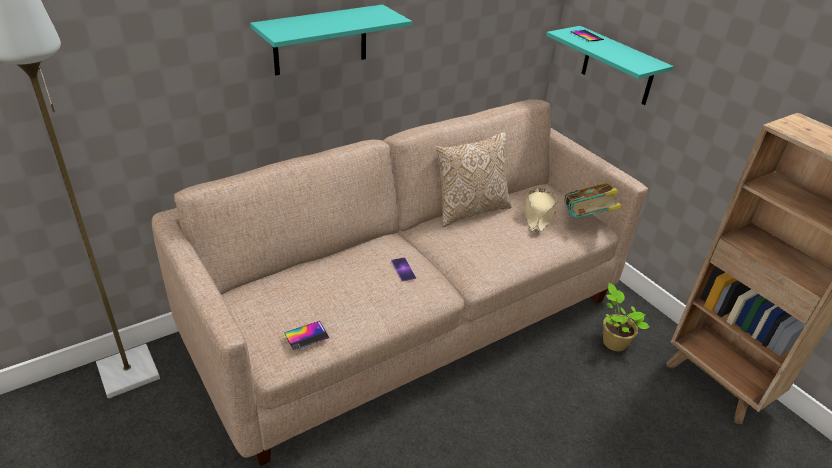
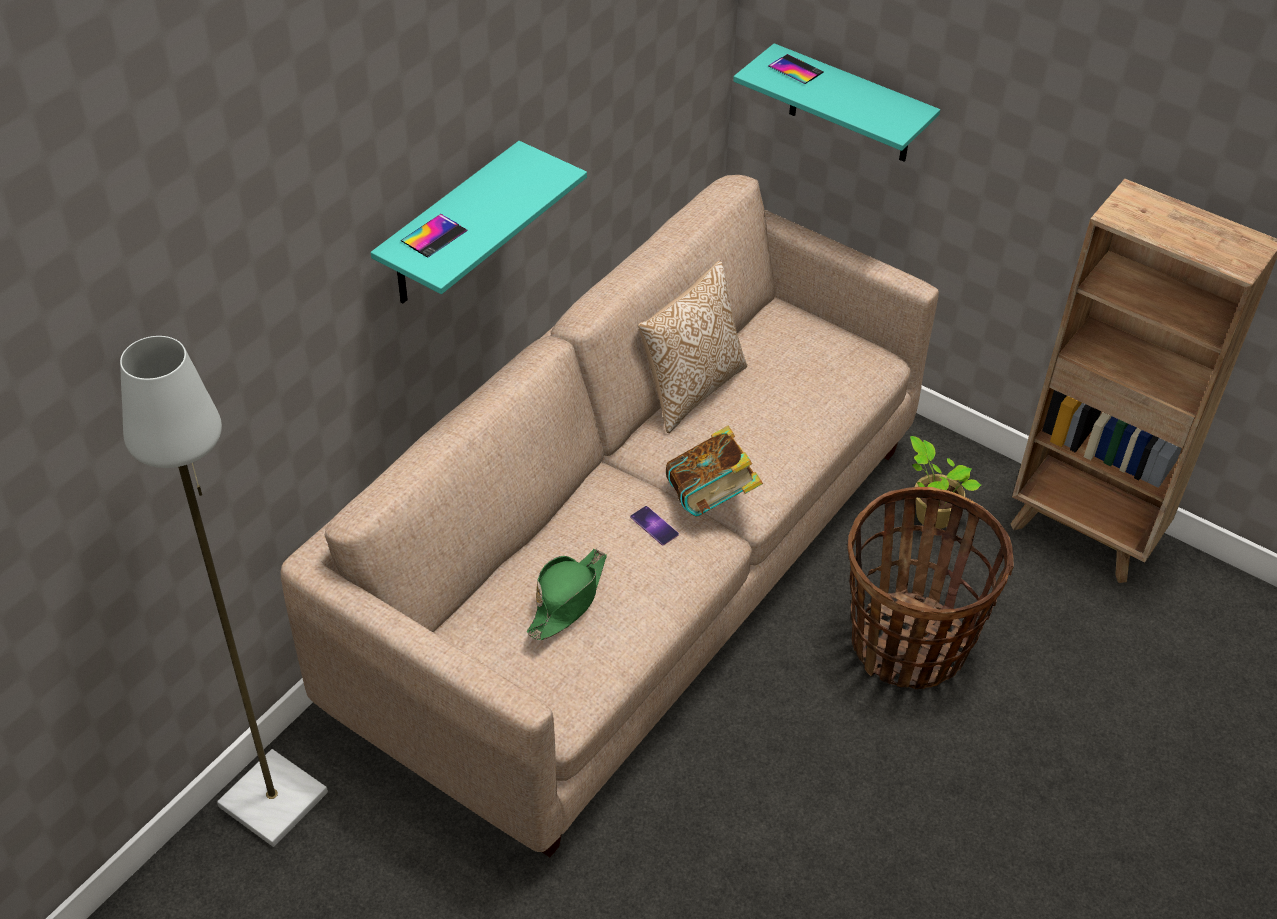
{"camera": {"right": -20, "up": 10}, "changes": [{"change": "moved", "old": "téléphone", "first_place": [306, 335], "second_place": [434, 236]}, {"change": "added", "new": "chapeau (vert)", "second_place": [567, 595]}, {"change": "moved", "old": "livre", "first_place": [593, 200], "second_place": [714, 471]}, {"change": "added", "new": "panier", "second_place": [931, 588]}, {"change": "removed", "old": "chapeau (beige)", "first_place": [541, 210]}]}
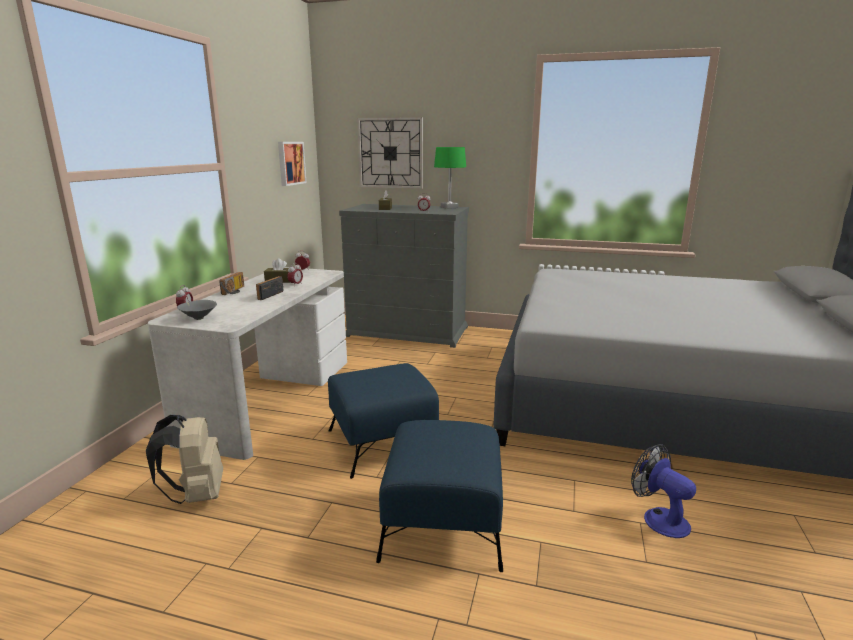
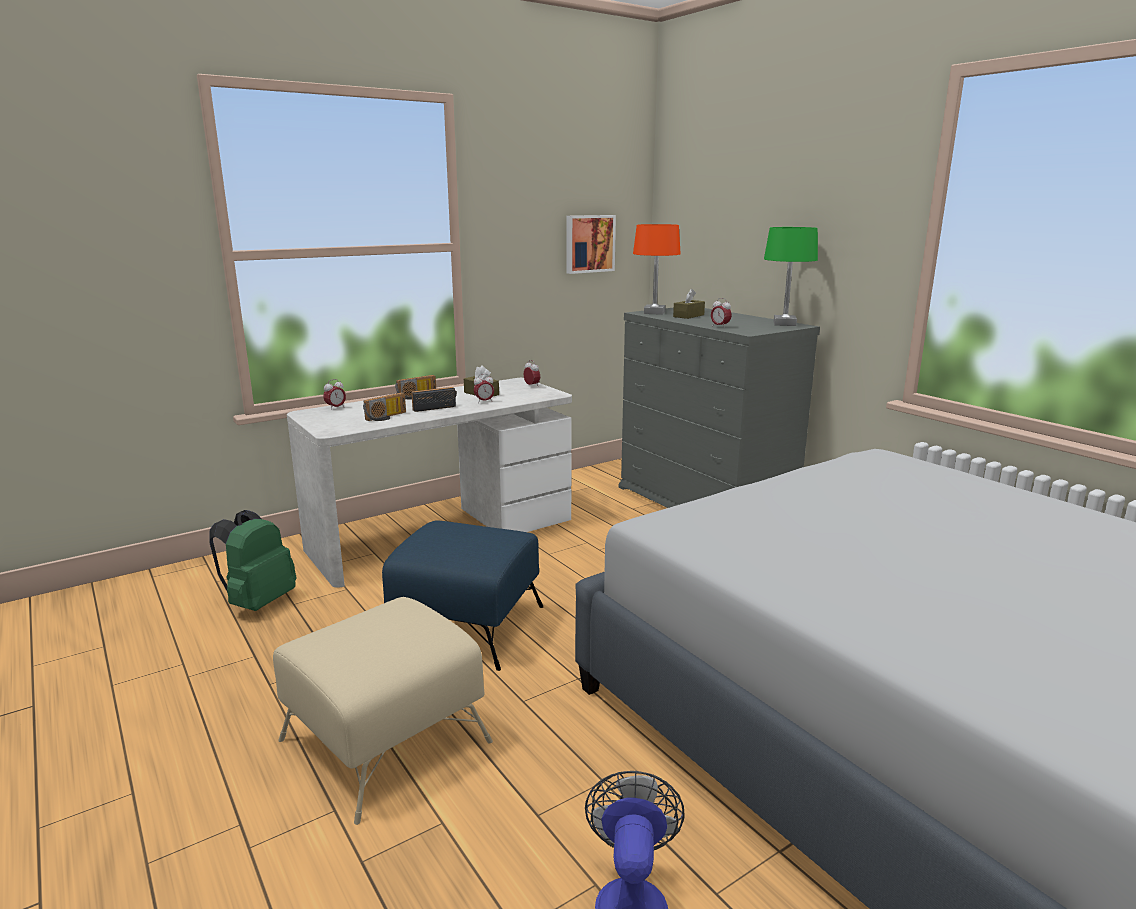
{"camera": {"right": 40, "up": 0}, "changes": [{"change": "recoloured", "old": "sac à dos (beige)", "new": "sac à dos (vert)", "first_place": [184, 459], "second_place": [252, 560]}, {"change": "recoloured", "old": "pouf (bleu)", "new": "pouf (beige)", "first_place": [439, 496], "second_place": [383, 711]}, {"change": "added", "new": "radio", "second_place": [384, 406]}, {"change": "added", "new": "lampe de table (orange)", "second_place": [657, 269]}, {"change": "removed", "old": "bol (gris)", "first_place": [197, 310]}, {"change": "removed", "old": "horloge murale", "first_place": [390, 153]}]}
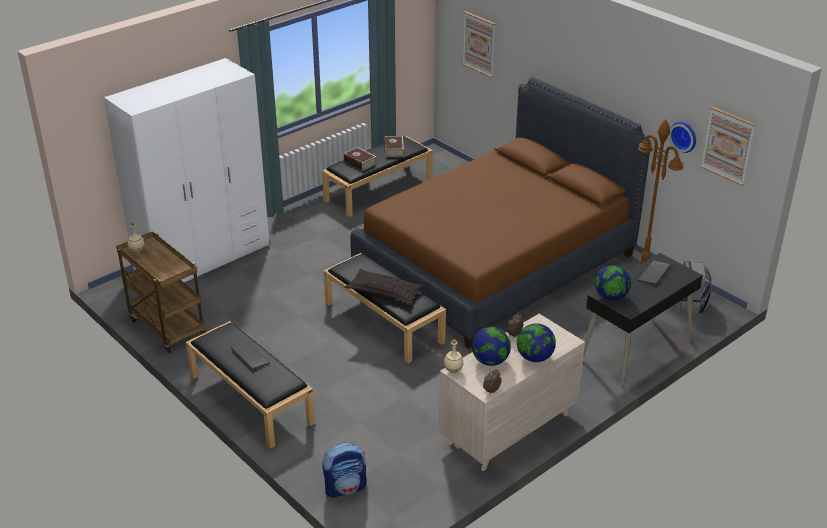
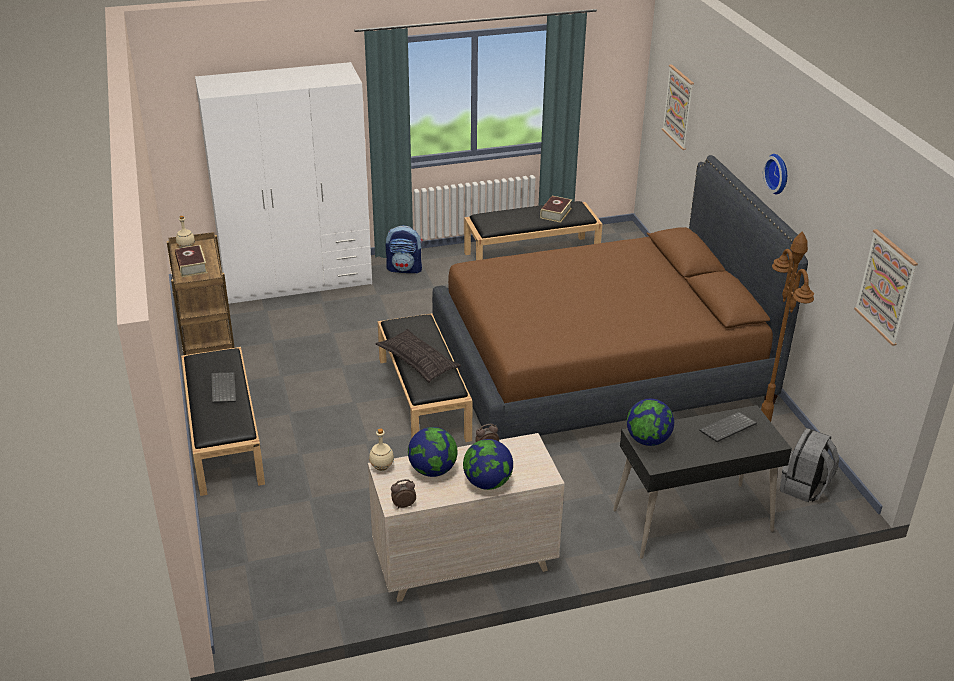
{"camera": {"right": 25, "up": 0}, "changes": [{"change": "moved", "old": "livre", "first_place": [359, 159], "second_place": [191, 261]}, {"change": "moved", "old": "sac à dos", "first_place": [345, 469], "second_place": [404, 249]}, {"change": "moved", "old": "horloge murale", "first_place": [682, 137], "second_place": [775, 174]}]}
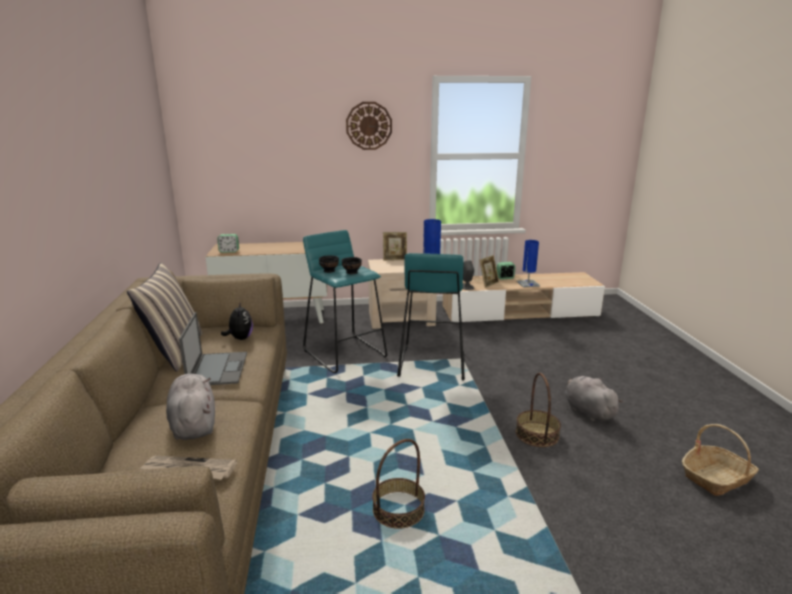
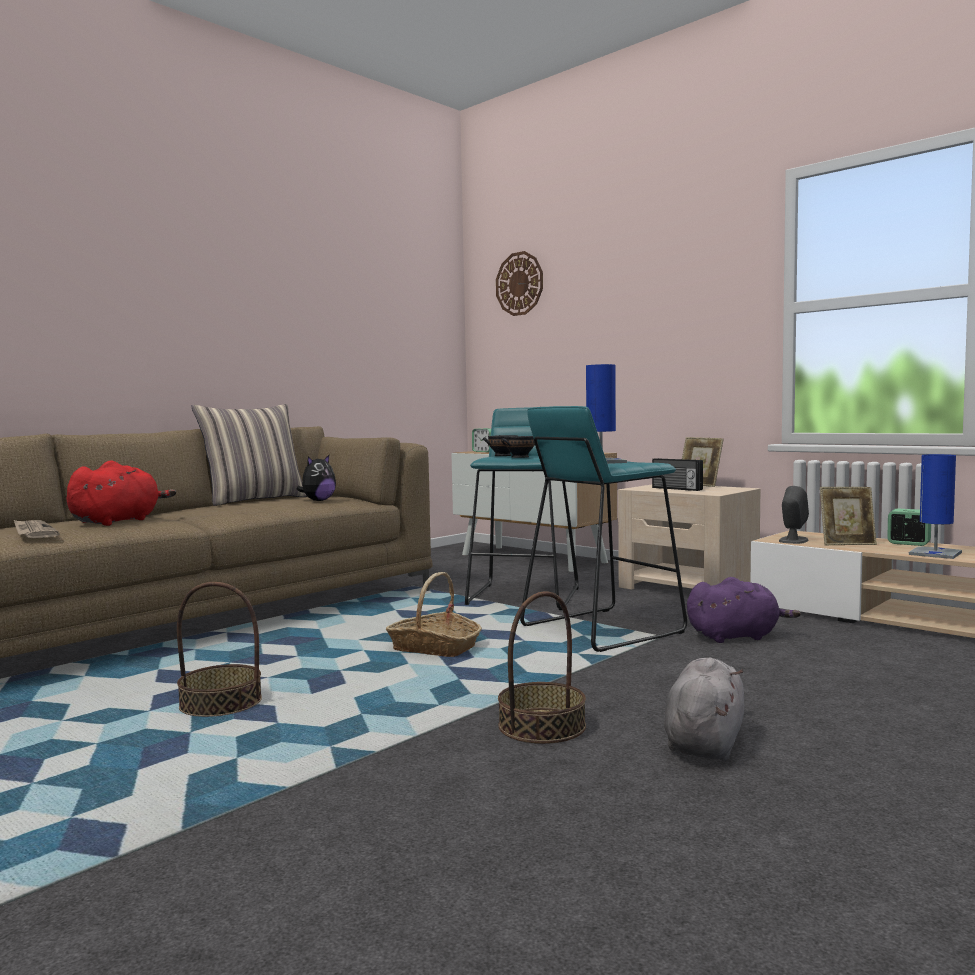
{"camera": {"right": 50, "up": -15}, "changes": [{"change": "recoloured", "old": "peluche (gris)", "new": "peluche (rouge)", "first_place": [190, 407], "second_place": [121, 493]}, {"change": "moved", "old": "panier", "first_place": [720, 460], "second_place": [434, 614]}, {"change": "moved", "old": "horloge murale", "first_place": [369, 126], "second_place": [519, 283]}, {"change": "added", "new": "radio", "second_place": [677, 474]}, {"change": "added", "new": "peluche (violet)", "second_place": [744, 610]}, {"change": "removed", "old": "ordinateur portable", "first_place": [213, 348]}]}
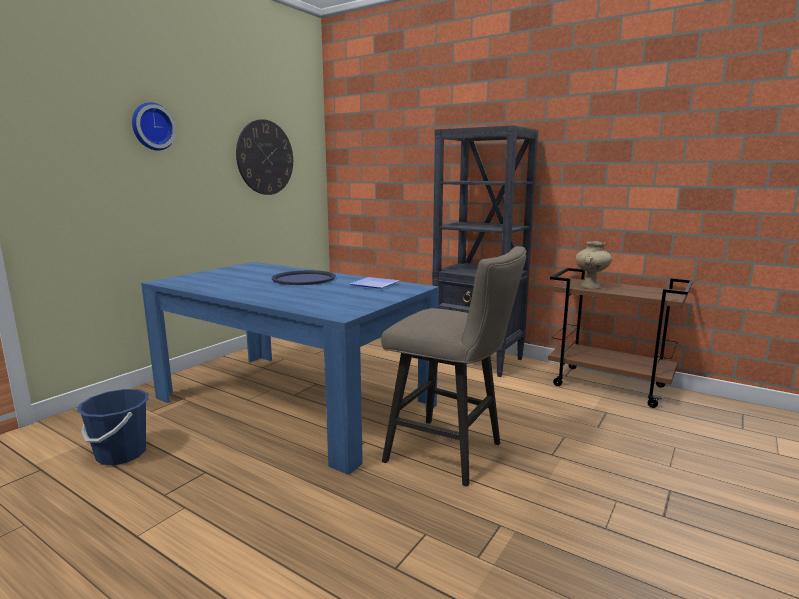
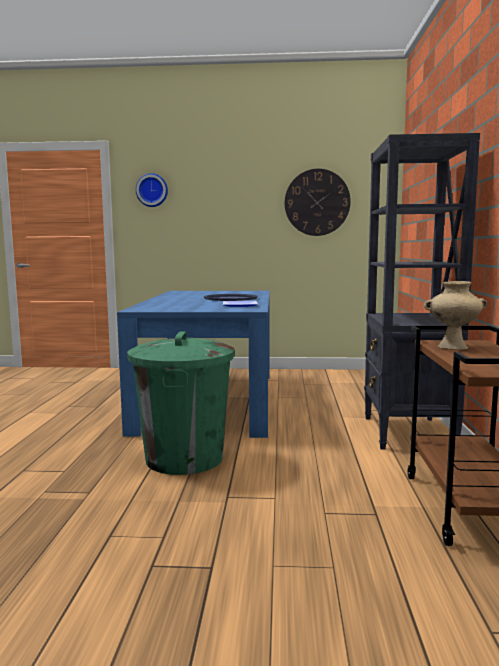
{"camera": {"right": 60, "up": -5}, "changes": [{"change": "replaced", "old": "tabouret (beige)", "new": "poubelle (vert)", "first_place": [453, 366], "second_place": [181, 403]}, {"change": "moved", "old": "horloge murale", "first_place": [154, 126], "second_place": [152, 190]}, {"change": "removed", "old": "seau (bleu)", "first_place": [113, 427]}]}
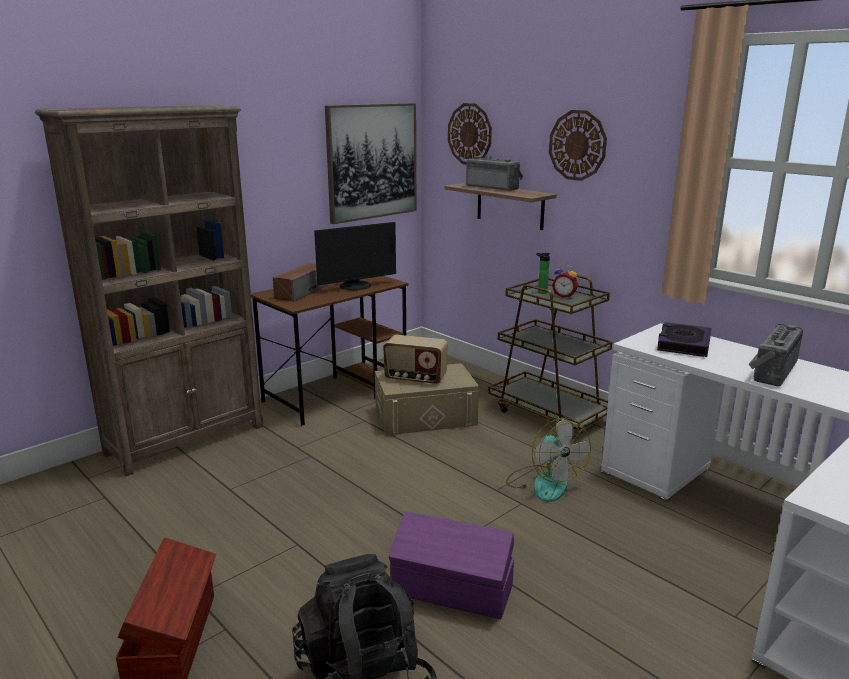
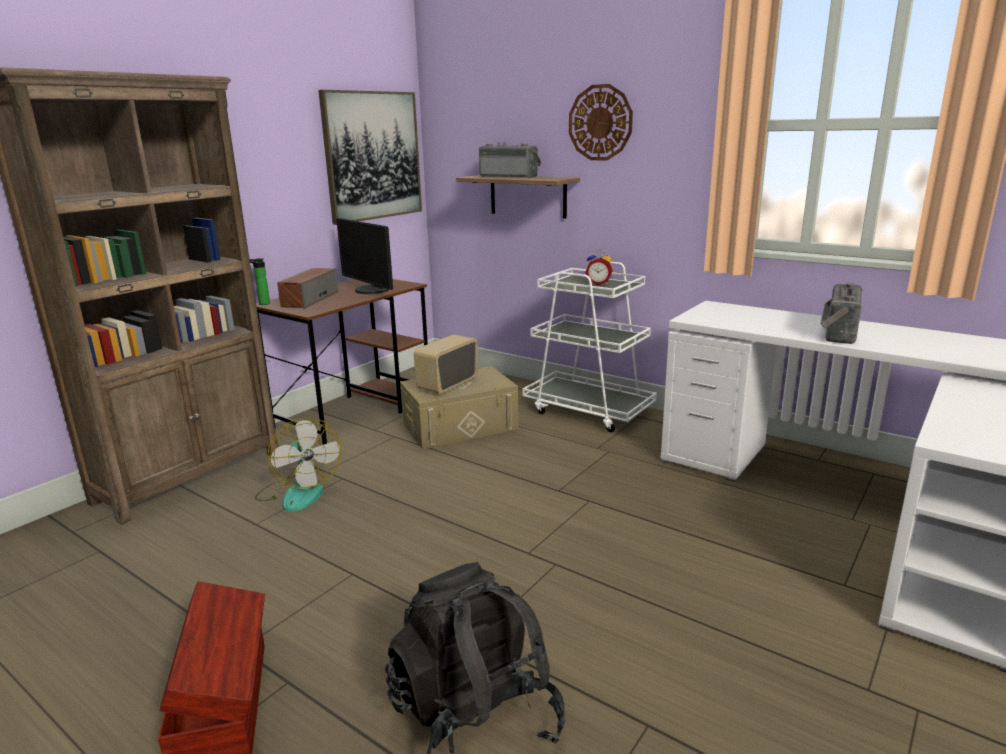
{"camera": {"right": -10, "up": 0}, "changes": [{"change": "moved", "old": "bouteille", "first_place": [543, 273], "second_place": [260, 281]}, {"change": "moved", "old": "ventilateur", "first_place": [548, 460], "second_place": [298, 464]}, {"change": "turned", "old": "écran d'ordinateur", "first_place": [355, 256], "second_place": [364, 256], "degrees": 90}, {"change": "turned", "old": "radio", "first_place": [415, 360], "second_place": [446, 364], "degrees": 120}, {"change": "recoloured", "old": "chariot (marron)", "new": "chariot (blanc)", "first_place": [550, 352], "second_place": [589, 347]}, {"change": "removed", "old": "boîte de rangement (violet)", "first_place": [451, 565]}, {"change": "removed", "old": "horloge murale", "first_place": [470, 134]}, {"change": "removed", "old": "livre", "first_place": [684, 339]}]}
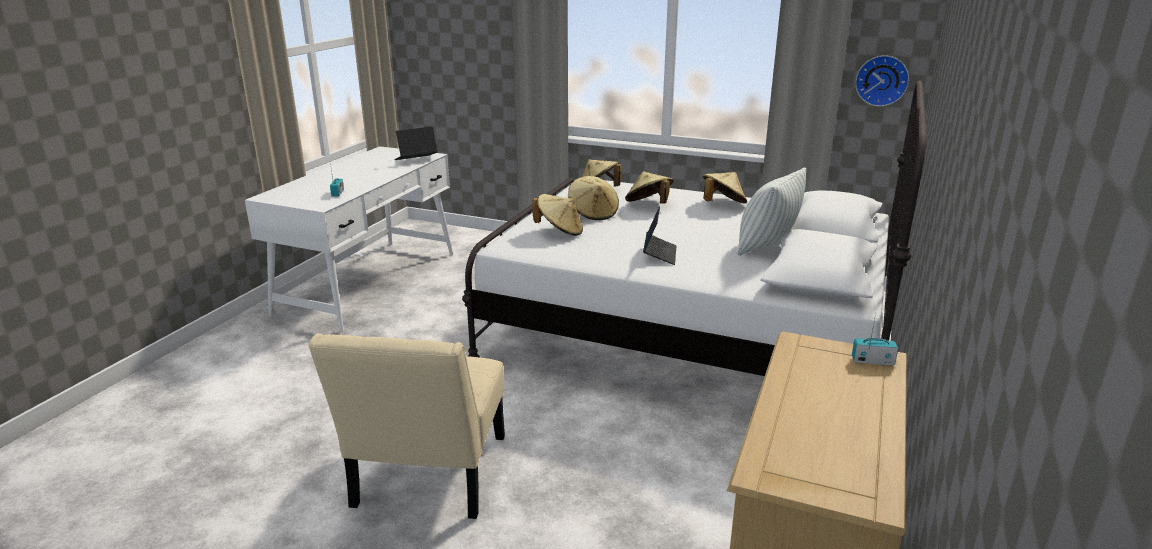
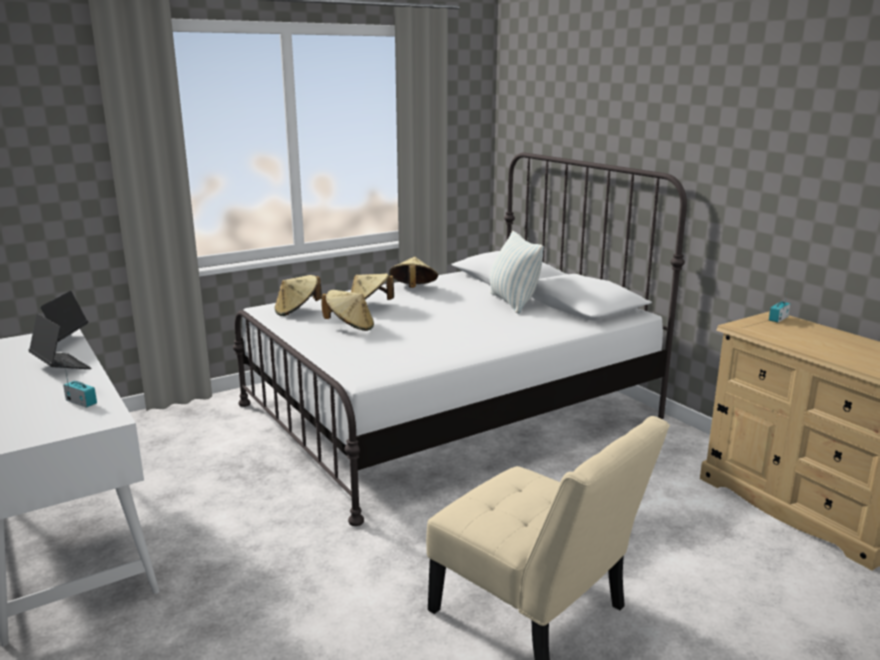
{"camera": {"right": -55, "up": -5}, "changes": [{"change": "moved", "old": "ordinateur portable", "first_place": [659, 235], "second_place": [59, 341]}, {"change": "removed", "old": "chapeau (beige)", "first_place": [558, 215]}, {"change": "removed", "old": "horloge murale", "first_place": [882, 80]}]}
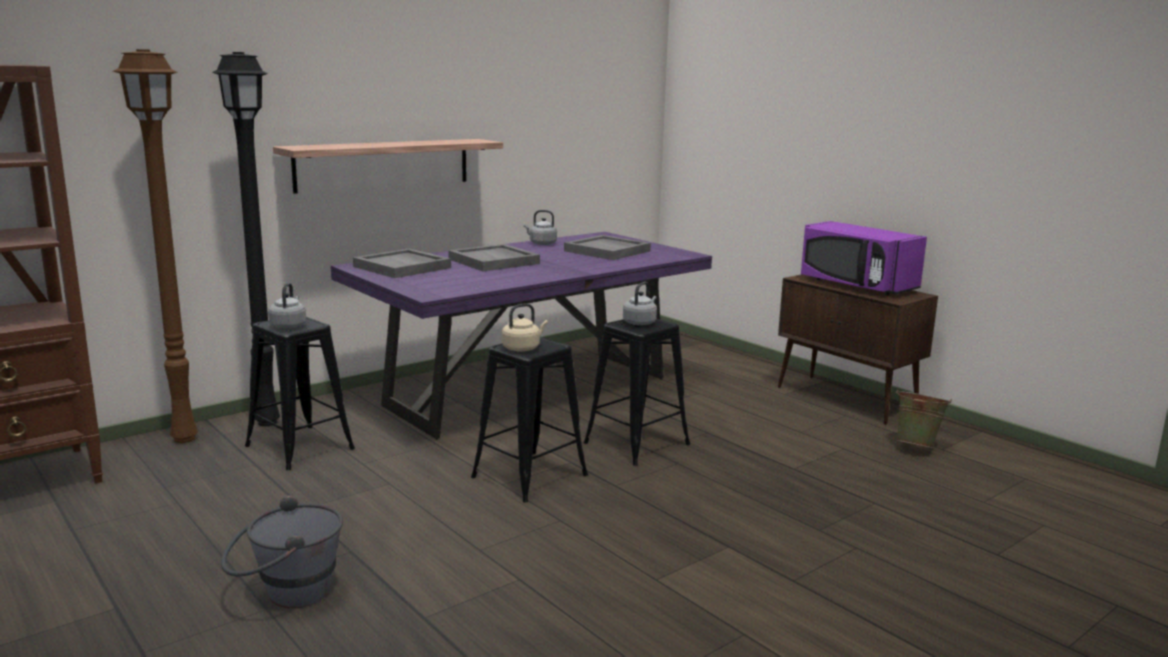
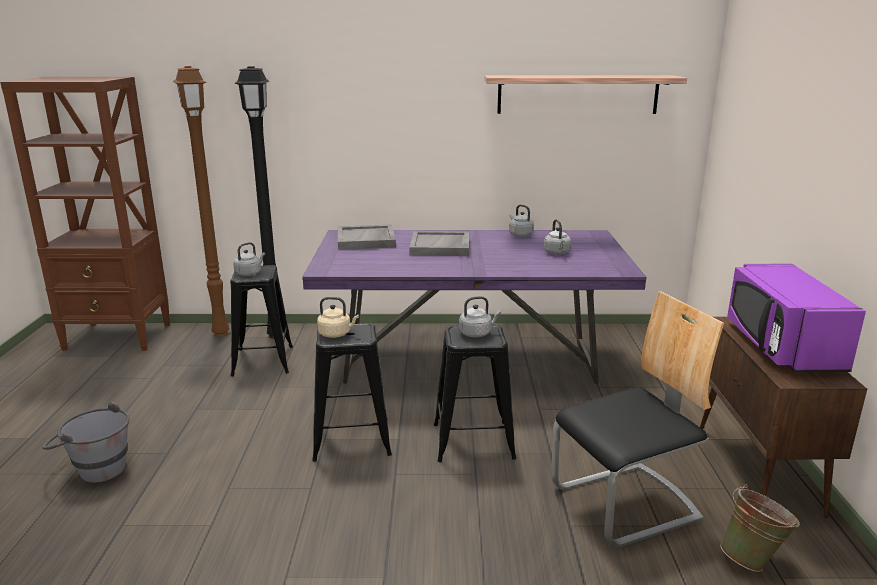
{"camera": {"right": 40, "up": 5}, "changes": [{"change": "moved", "old": "étagère", "first_place": [388, 166], "second_place": [585, 94]}, {"change": "replaced", "old": "plateau (gris)", "new": "bouilloire (gris)", "first_place": [607, 247], "second_place": [557, 236]}, {"change": "added", "new": "chaise", "second_place": [637, 419]}]}
